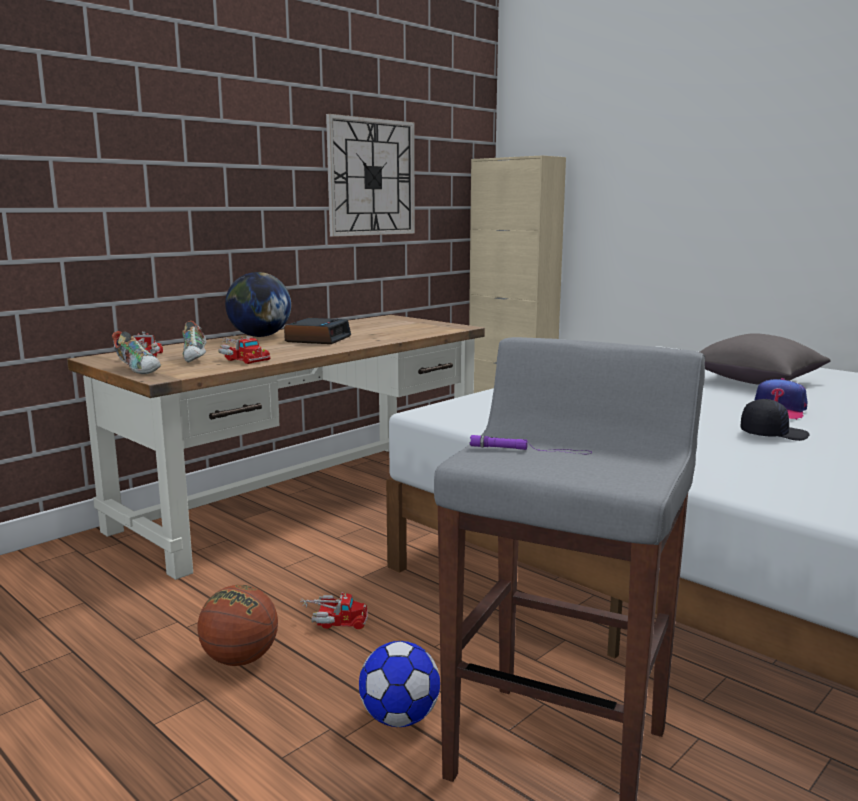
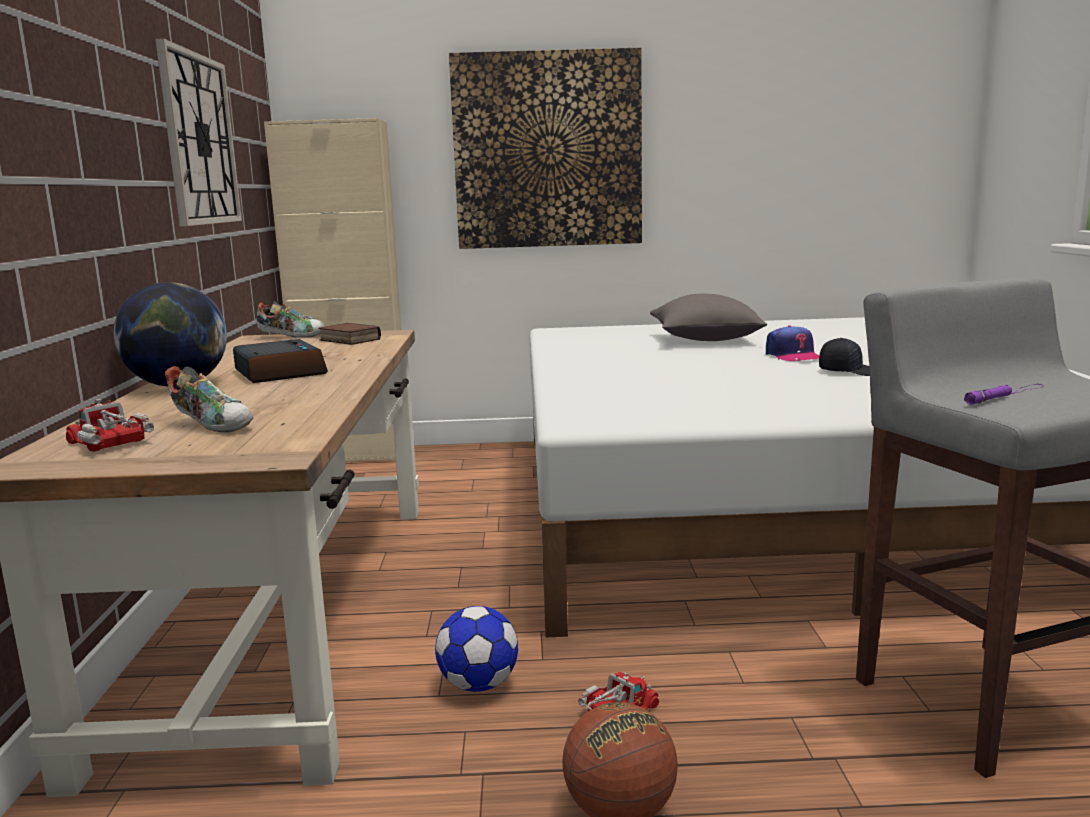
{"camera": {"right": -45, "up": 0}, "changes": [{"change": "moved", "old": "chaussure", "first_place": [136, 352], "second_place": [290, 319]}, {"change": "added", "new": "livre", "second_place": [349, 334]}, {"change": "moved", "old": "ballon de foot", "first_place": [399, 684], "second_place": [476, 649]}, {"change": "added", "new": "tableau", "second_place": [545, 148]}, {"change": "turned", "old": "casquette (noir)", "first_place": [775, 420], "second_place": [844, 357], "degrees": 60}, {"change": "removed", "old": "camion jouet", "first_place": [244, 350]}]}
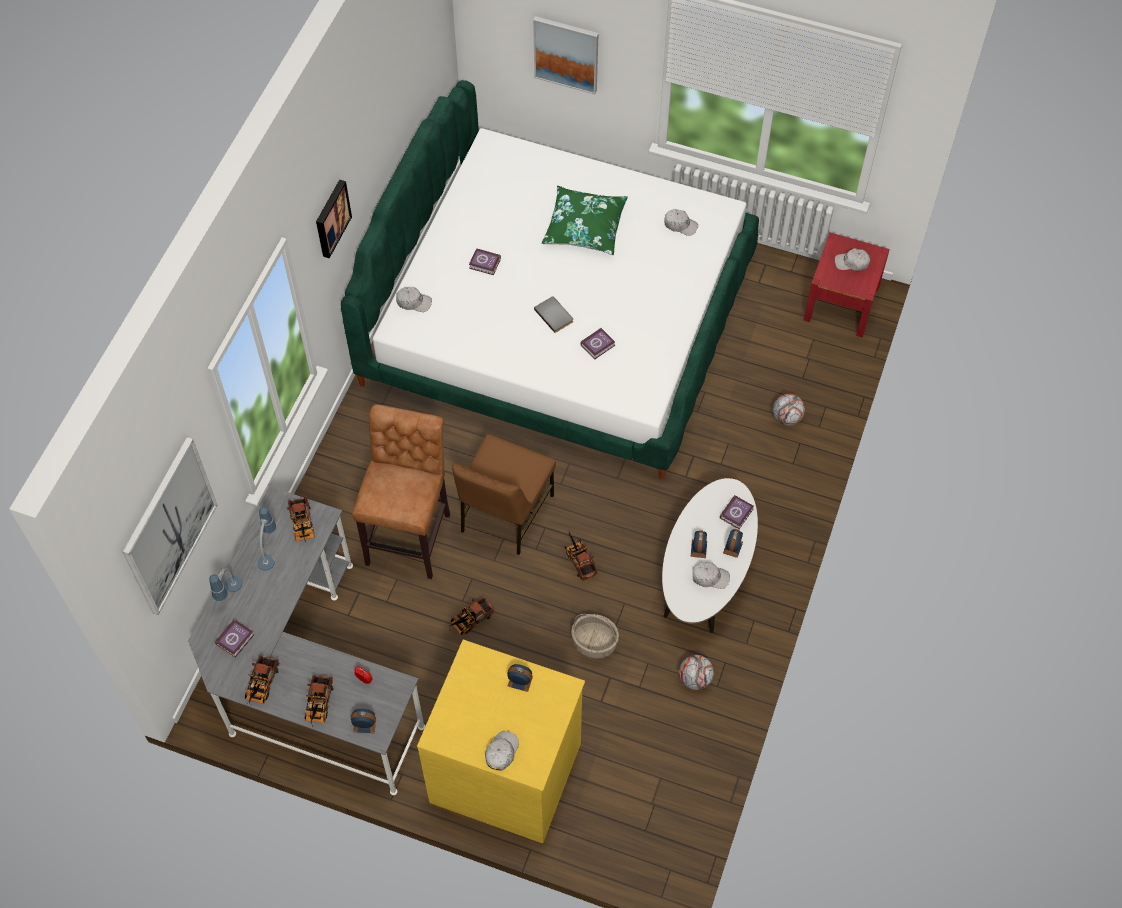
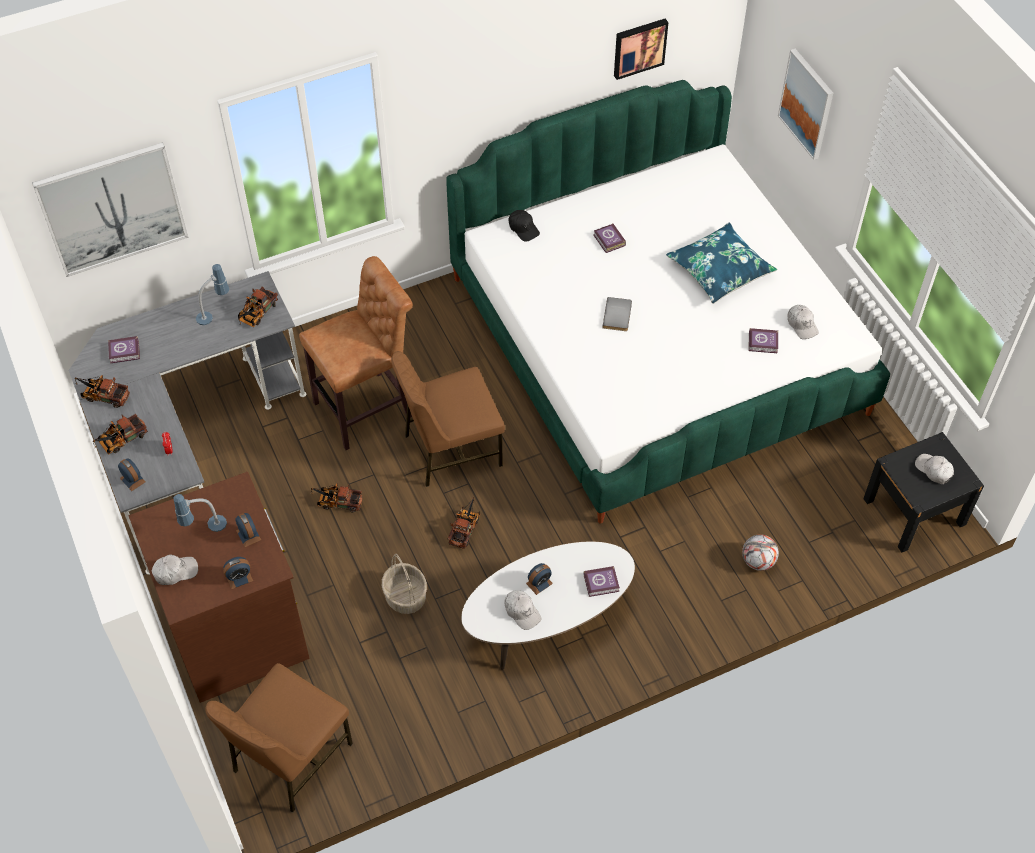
{"camera": {"right": 45, "up": -5}, "changes": [{"change": "turned", "old": "camion jouet", "first_place": [262, 681], "second_place": [102, 391], "degrees": 45}, {"change": "recoloured", "old": "commode (jaune)", "new": "commode (marron)", "first_place": [501, 741], "second_place": [219, 587]}, {"change": "moved", "old": "lampe de table", "first_place": [225, 584], "second_place": [200, 513]}, {"change": "added", "new": "chaise (marron)", "second_place": [279, 738]}, {"change": "moved", "old": "réveil", "first_place": [733, 543], "second_place": [238, 573]}, {"change": "recoloured", "old": "casquette (blanc)", "new": "casquette (noir)", "first_place": [414, 299], "second_place": [524, 226]}, {"change": "moved", "old": "tableau", "first_place": [334, 219], "second_place": [641, 49]}, {"change": "recoloured", "old": "coussin (vert)", "new": "coussin (bleu)", "first_place": [585, 220], "second_place": [721, 263]}, {"change": "moved", "old": "livre", "first_place": [597, 344], "second_place": [763, 340]}, {"change": "recoloured", "old": "table de chevet (rouge)", "new": "table de chevet (noir)", "first_place": [847, 284], "second_place": [923, 492]}, {"change": "removed", "old": "ballon de foot", "first_place": [696, 672]}]}
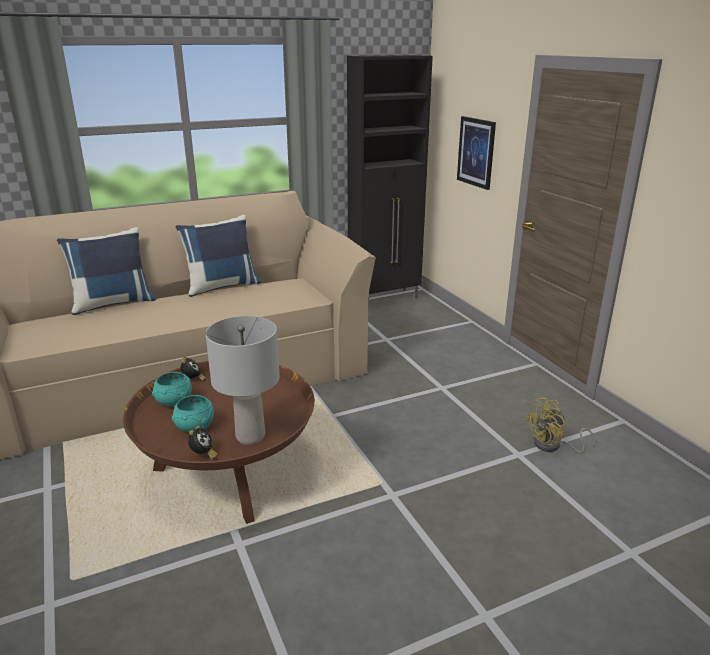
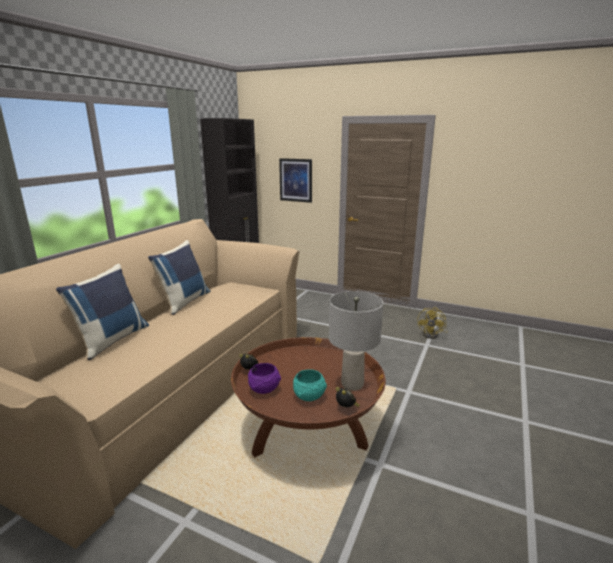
{"camera": {"right": -40, "up": -5}, "changes": [{"change": "recoloured", "old": "bol (turquoise)", "new": "bol (violet)", "first_place": [172, 389], "second_place": [264, 378]}]}
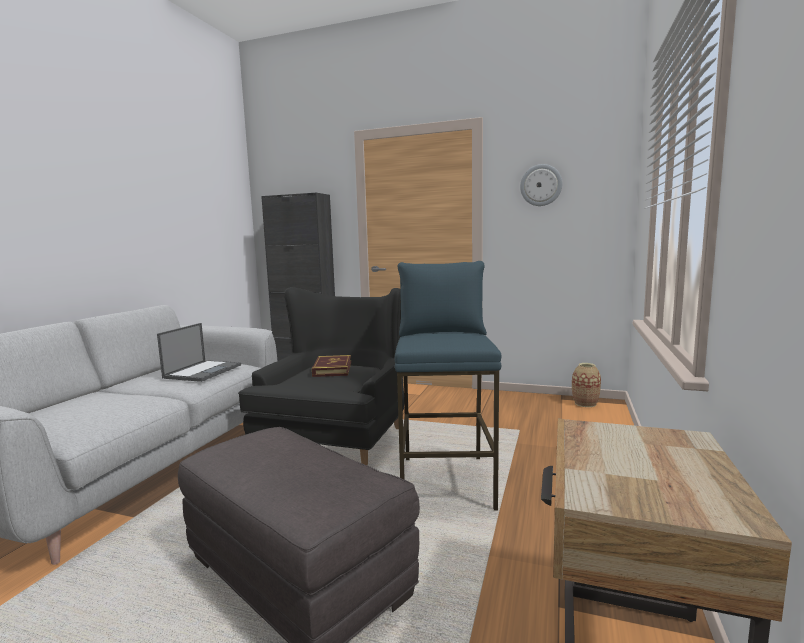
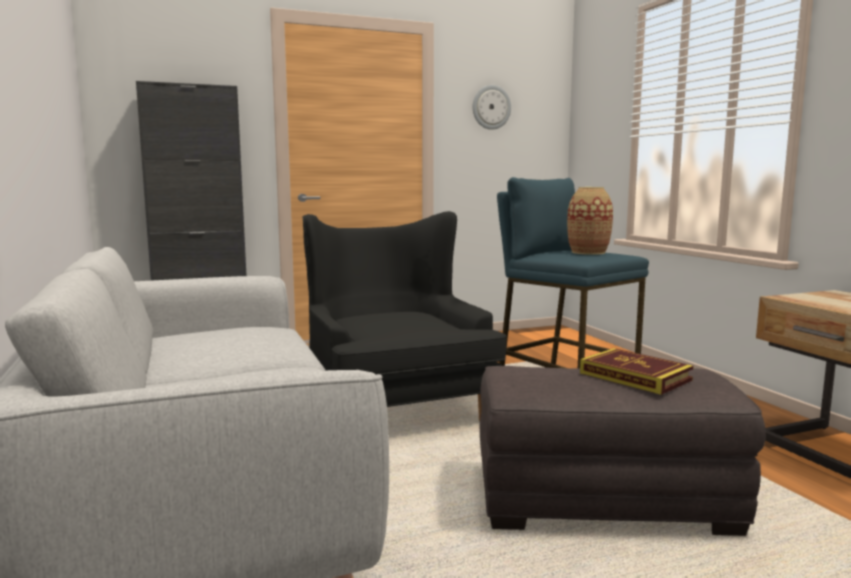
{"camera": {"right": -40, "up": 0}, "changes": [{"change": "moved", "old": "vase", "first_place": [586, 385], "second_place": [590, 221]}, {"change": "moved", "old": "livre", "first_place": [331, 366], "second_place": [637, 371]}, {"change": "removed", "old": "ordinateur portable", "first_place": [199, 352]}]}
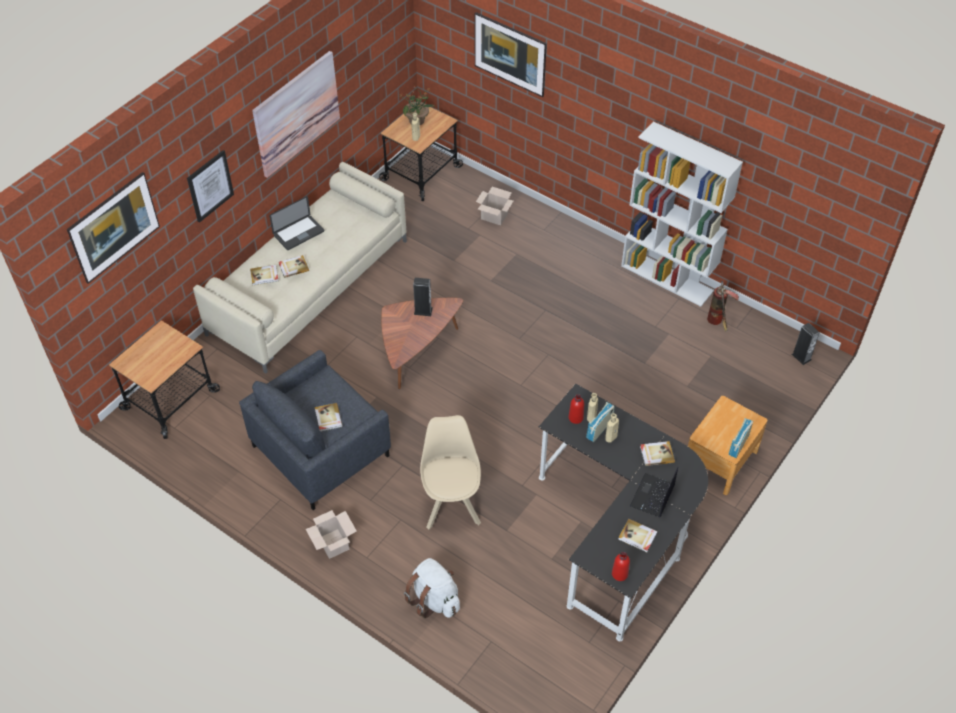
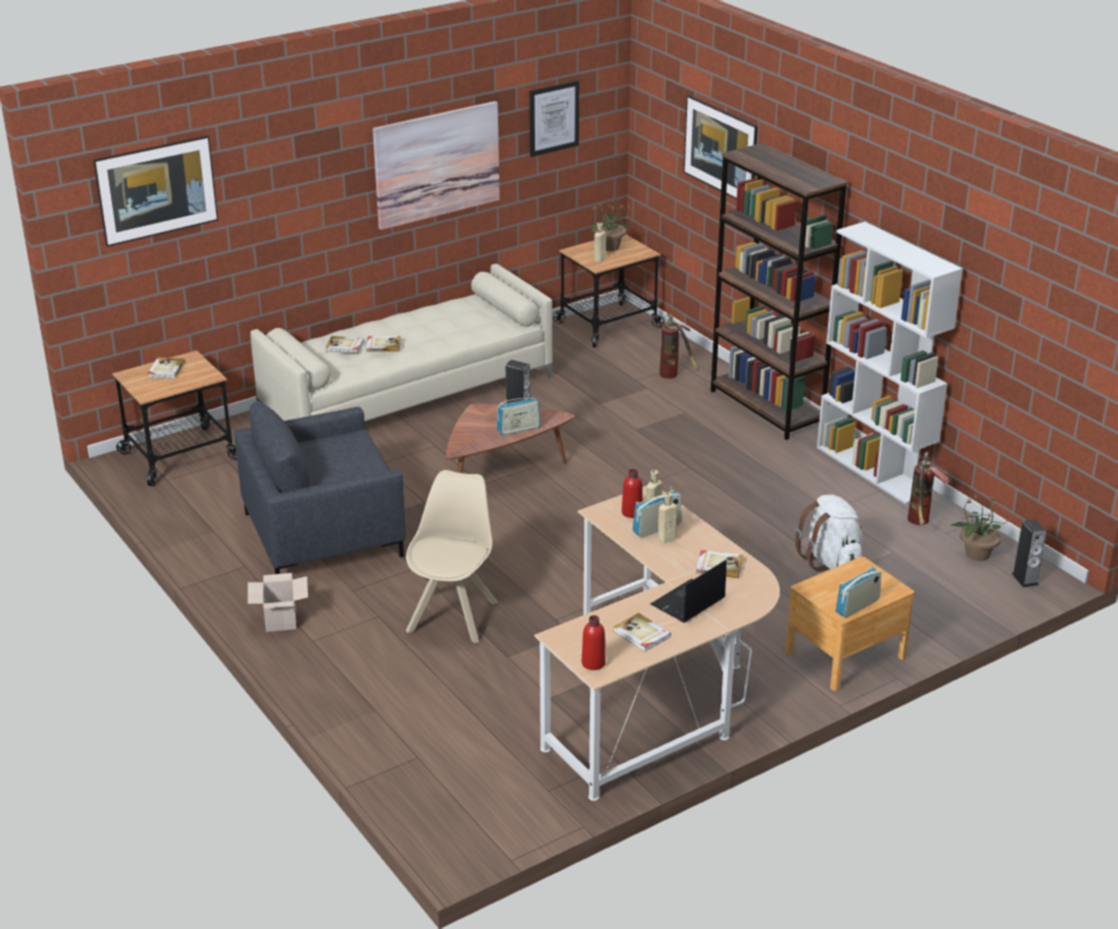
{"camera": {"right": 20, "up": -20}, "changes": [{"change": "moved", "old": "livre", "first_place": [329, 417], "second_place": [166, 368]}, {"change": "added", "new": "radio", "second_place": [518, 416]}, {"change": "moved", "old": "tableau", "first_place": [210, 186], "second_place": [554, 118]}, {"change": "recoloured", "old": "bureau (noir)", "new": "bureau (beige)", "first_place": [623, 512], "second_place": [657, 643]}, {"change": "replaced", "old": "carton", "new": "extincteur", "first_place": [495, 206], "second_place": [679, 346]}, {"change": "added", "new": "bibliothèque (marron)", "second_place": [779, 291]}, {"change": "moved", "old": "sac à dos (blanc)", "first_place": [432, 588], "second_place": [829, 533]}, {"change": "added", "new": "plante en pot", "second_place": [981, 527]}, {"change": "removed", "old": "ordinateur portable", "first_place": [297, 223]}]}
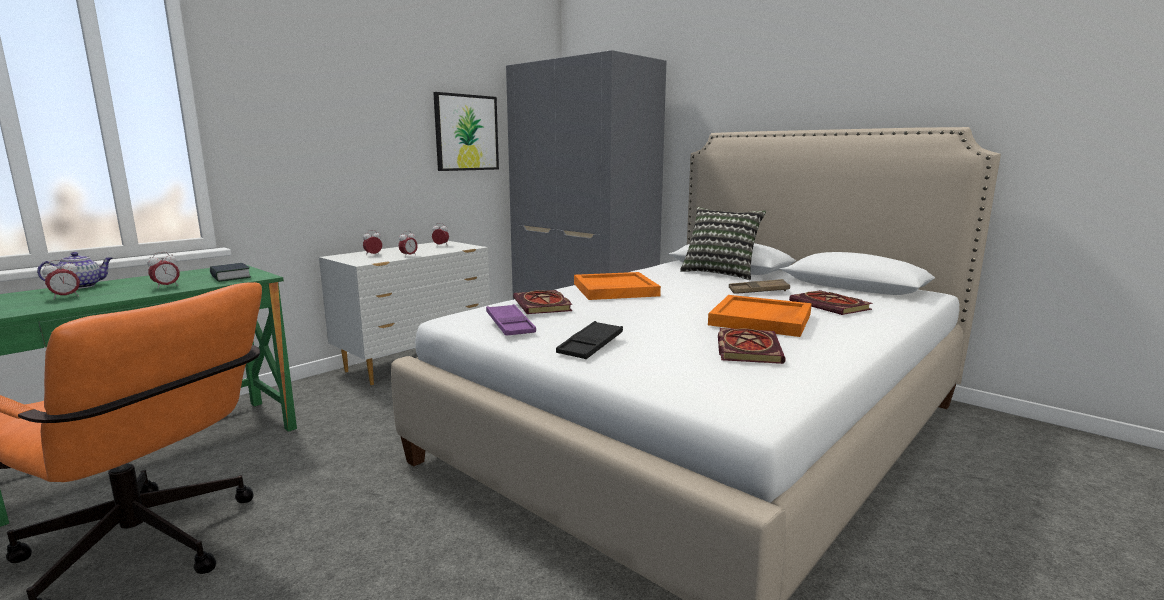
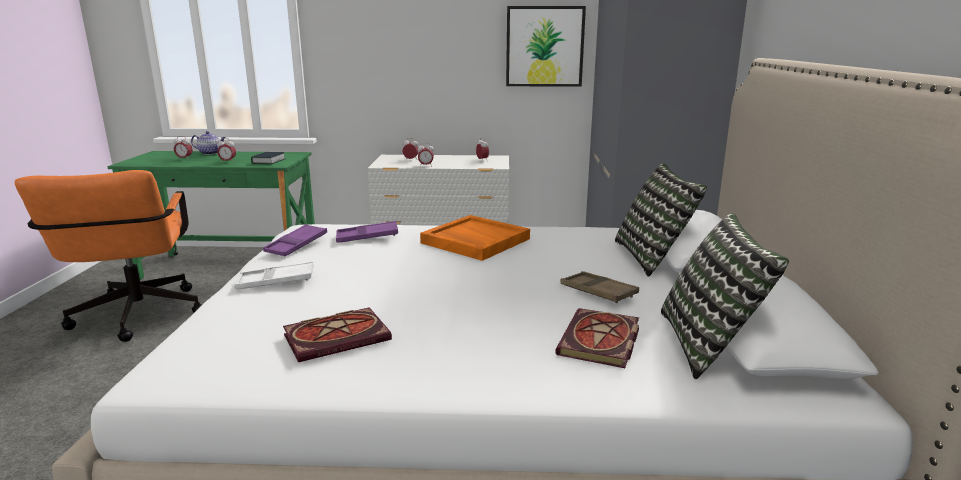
{"camera": {"right": 50, "up": 5}, "changes": [{"change": "recoloured", "old": "plateau (noir)", "new": "plateau (blanc)", "first_place": [589, 340], "second_place": [274, 275]}, {"change": "replaced", "old": "livre", "new": "plateau (violet)", "first_place": [543, 302], "second_place": [367, 232]}, {"change": "added", "new": "coussin", "second_place": [725, 296]}, {"change": "removed", "old": "plateau (orange)", "first_place": [760, 316]}]}
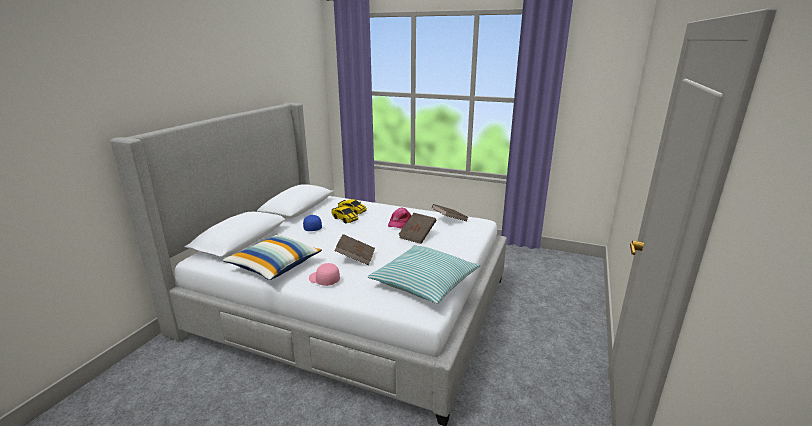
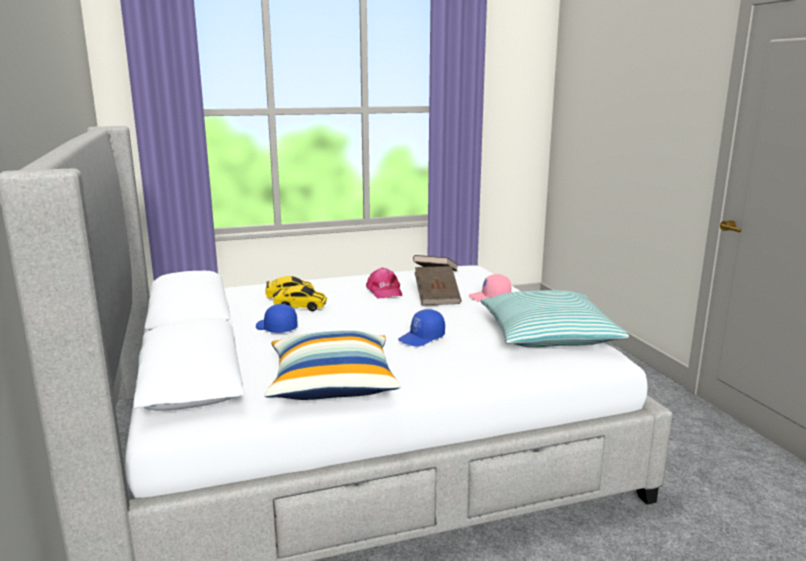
{"camera": {"right": -40, "up": -5}, "changes": [{"change": "replaced", "old": "livre (marron)", "new": "casquette (bleu)", "first_place": [354, 249], "second_place": [421, 328]}, {"change": "moved", "old": "casquette (rose)", "first_place": [324, 274], "second_place": [490, 288]}]}
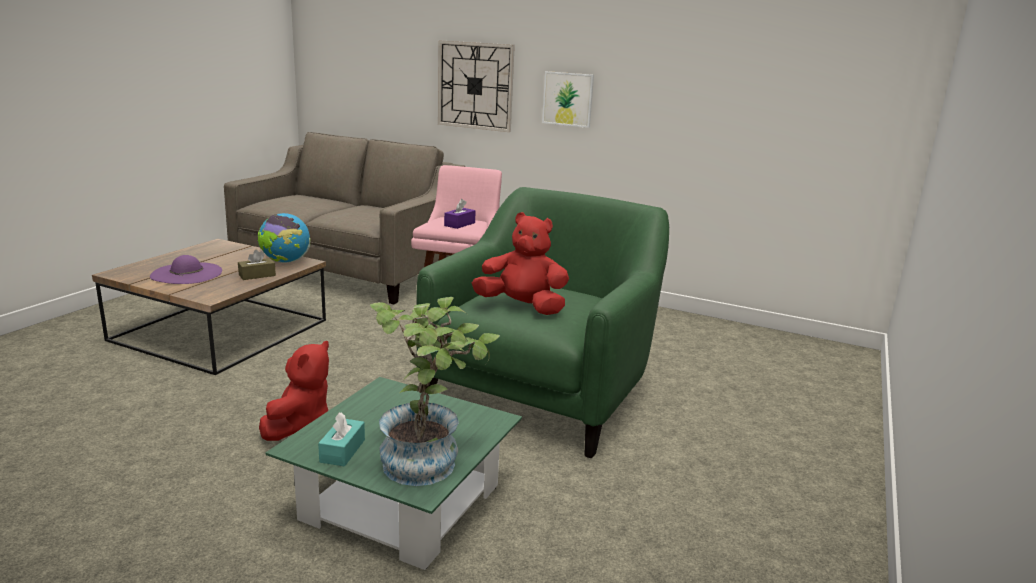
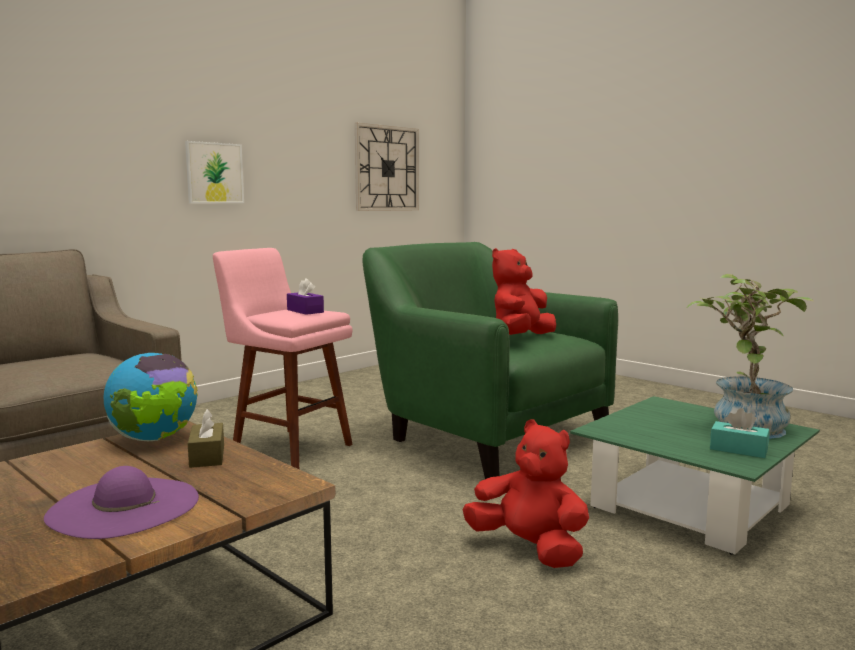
{"camera": {"right": -70, "up": -10}, "changes": [{"change": "moved", "old": "horloge murale", "first_place": [476, 86], "second_place": [387, 167]}]}
